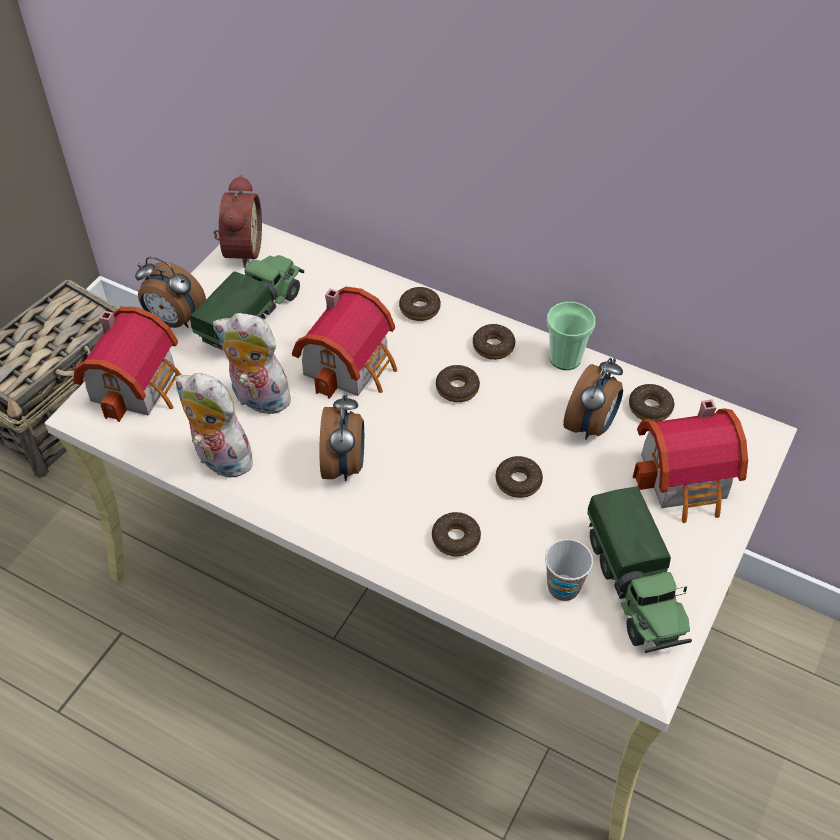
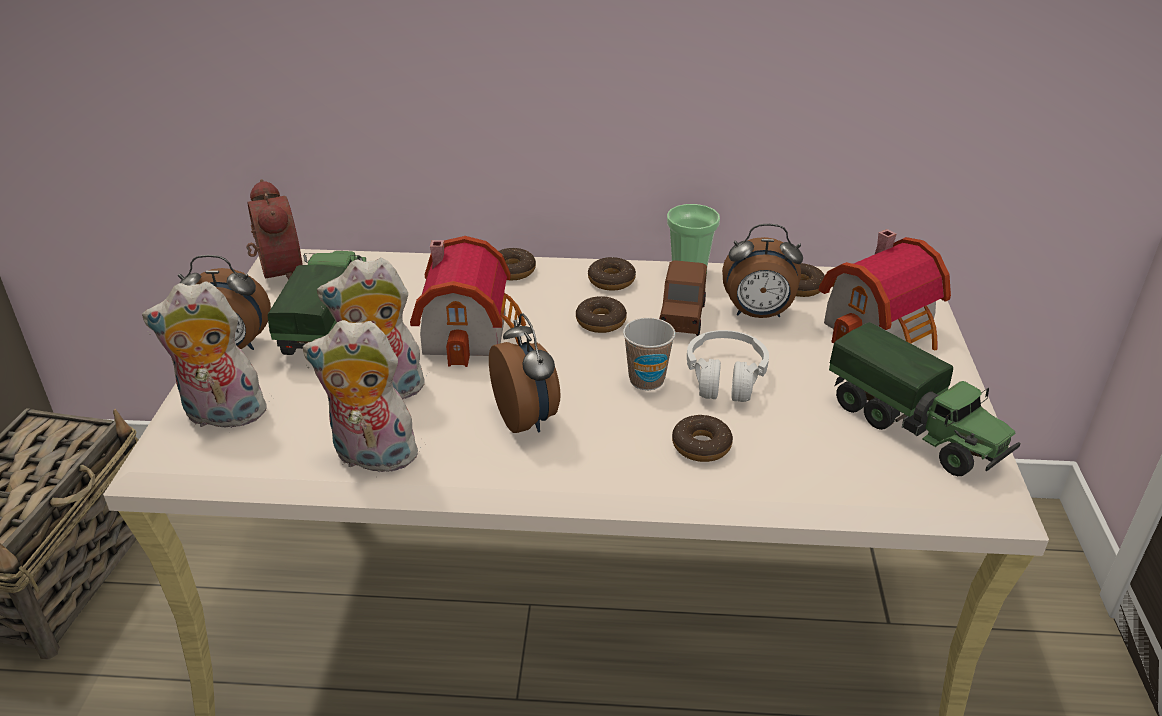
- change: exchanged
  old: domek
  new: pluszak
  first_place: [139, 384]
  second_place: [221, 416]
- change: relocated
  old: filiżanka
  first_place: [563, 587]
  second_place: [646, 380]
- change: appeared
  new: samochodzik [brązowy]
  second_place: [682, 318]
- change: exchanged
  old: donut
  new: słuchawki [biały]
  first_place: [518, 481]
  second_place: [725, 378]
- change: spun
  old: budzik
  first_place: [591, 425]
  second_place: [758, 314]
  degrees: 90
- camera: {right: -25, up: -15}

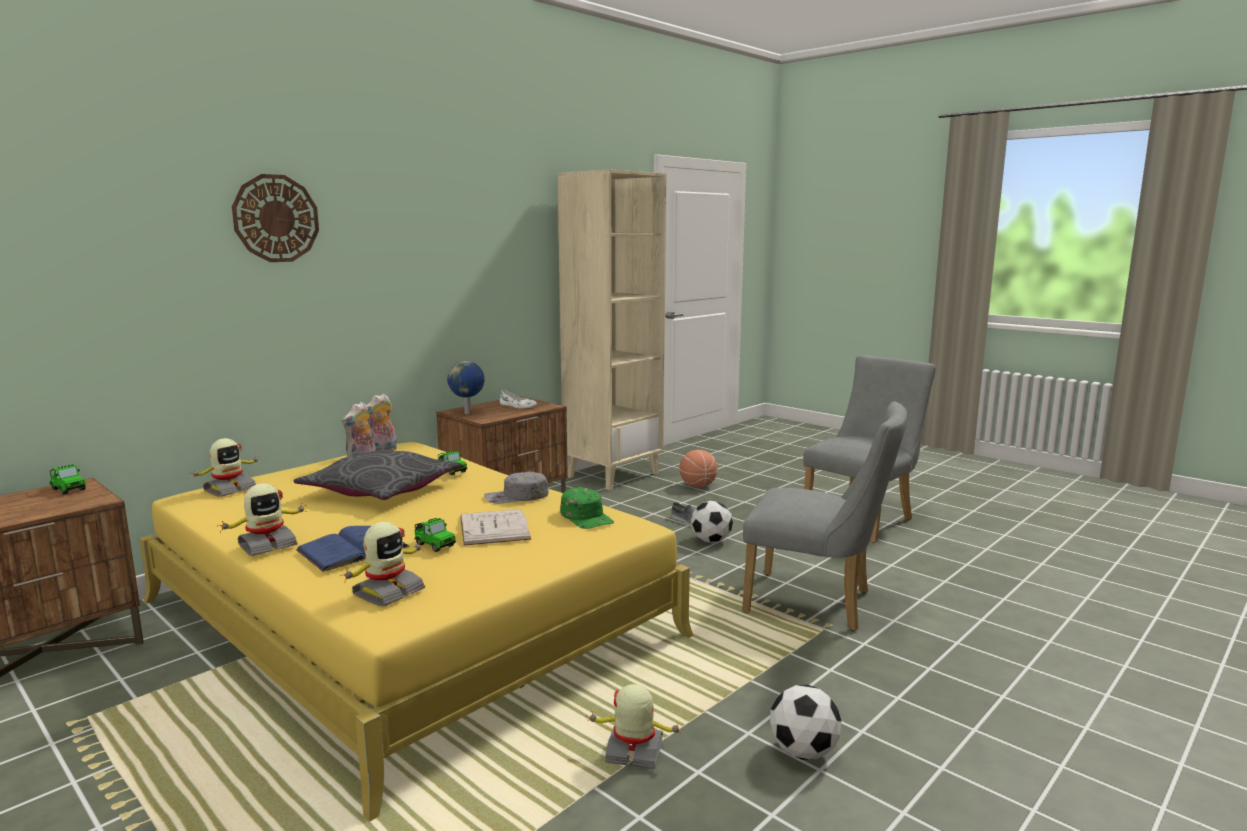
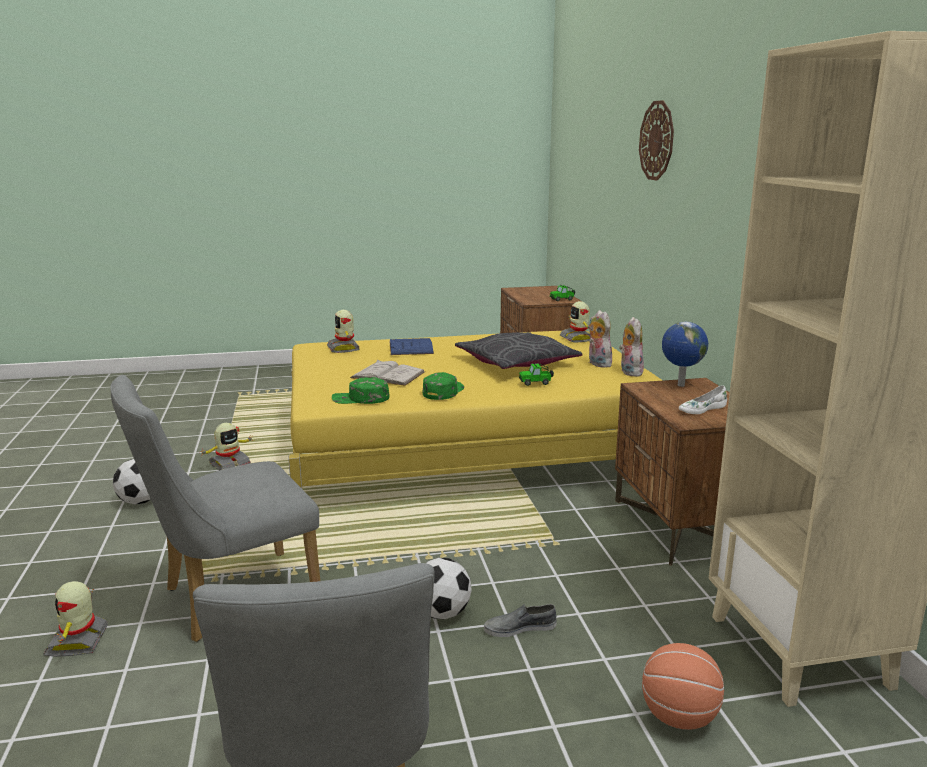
- change: relocated
  old: robot zabawkowy
  first_place: [267, 545]
  second_place: [79, 641]
- change: colour
  old: czapka z daszkiem [szary]
  new: czapka z daszkiem [zielony]
  first_place: [516, 496]
  second_place: [443, 392]
- change: missing
  old: samochodzik
  first_place: [434, 545]
- camera: {right: 125, up: 5}

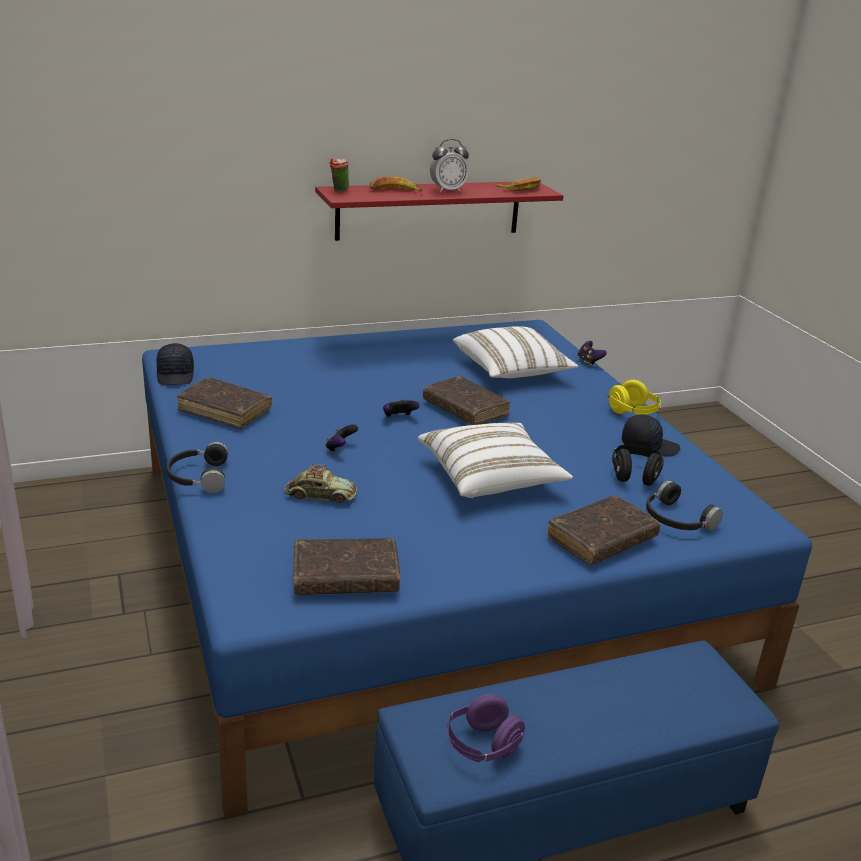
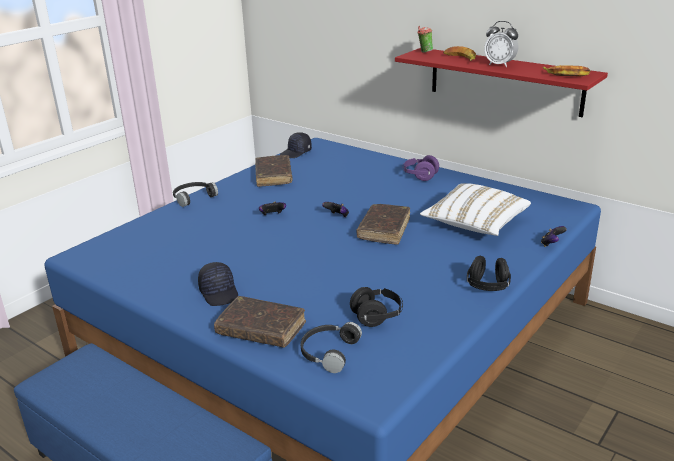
- change: relocated
  old: czapka z daszkiem [czarny]
  first_place: [649, 446]
  second_place: [220, 293]
- change: relocated
  old: słuchawki [fioletowy]
  first_place: [482, 746]
  second_place: [419, 176]
- change: colour
  old: słuchawki [żółty]
  new: słuchawki [czarny]
  first_place: [633, 413]
  second_place: [487, 287]
- change: missing
  old: samochodzik
  first_place: [320, 495]
- change: missing
  old: książka [brązowy]
  first_place: [345, 577]
- change: missing
  old: poduszka [biały]
  first_place: [491, 478]
- camera: {right: 60, up: 0}

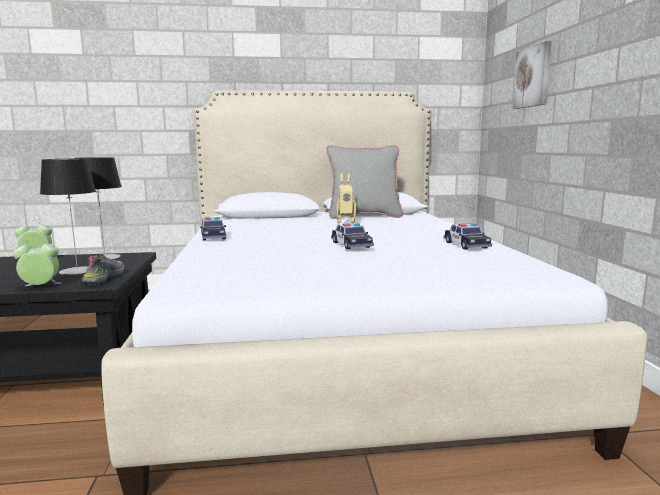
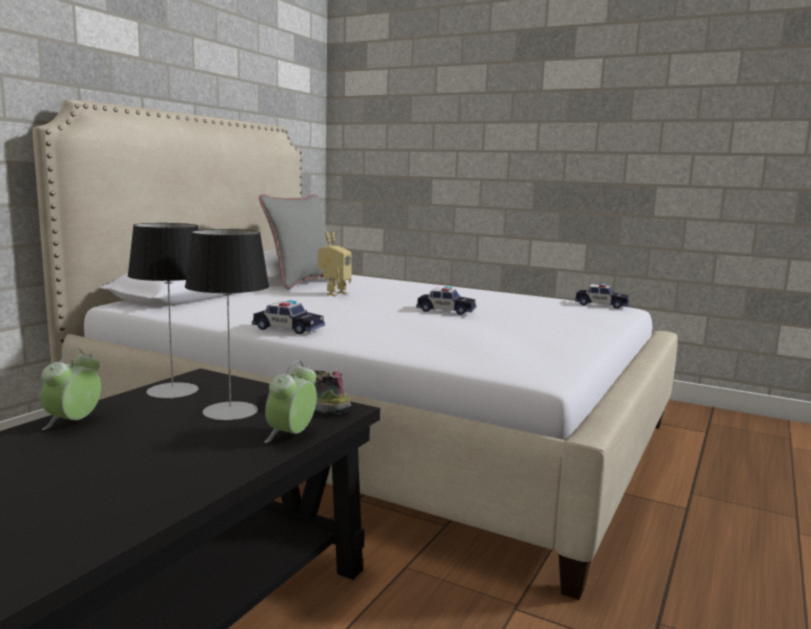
- change: relocated
  old: samochodzik
  first_place: [466, 245]
  second_place: [601, 305]
- change: missing
  old: obraz
  first_place: [533, 77]
- camera: {right: -55, up: 0}

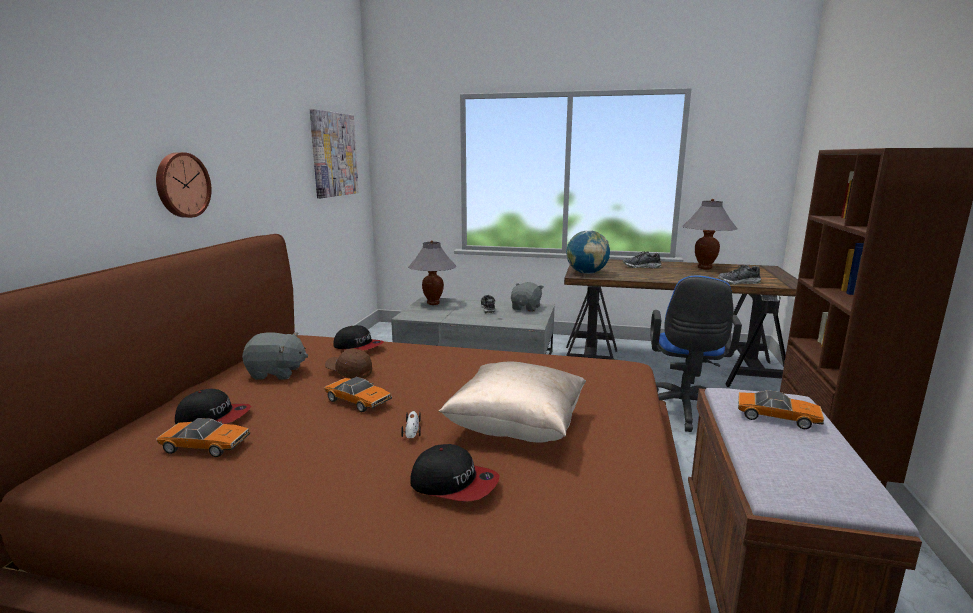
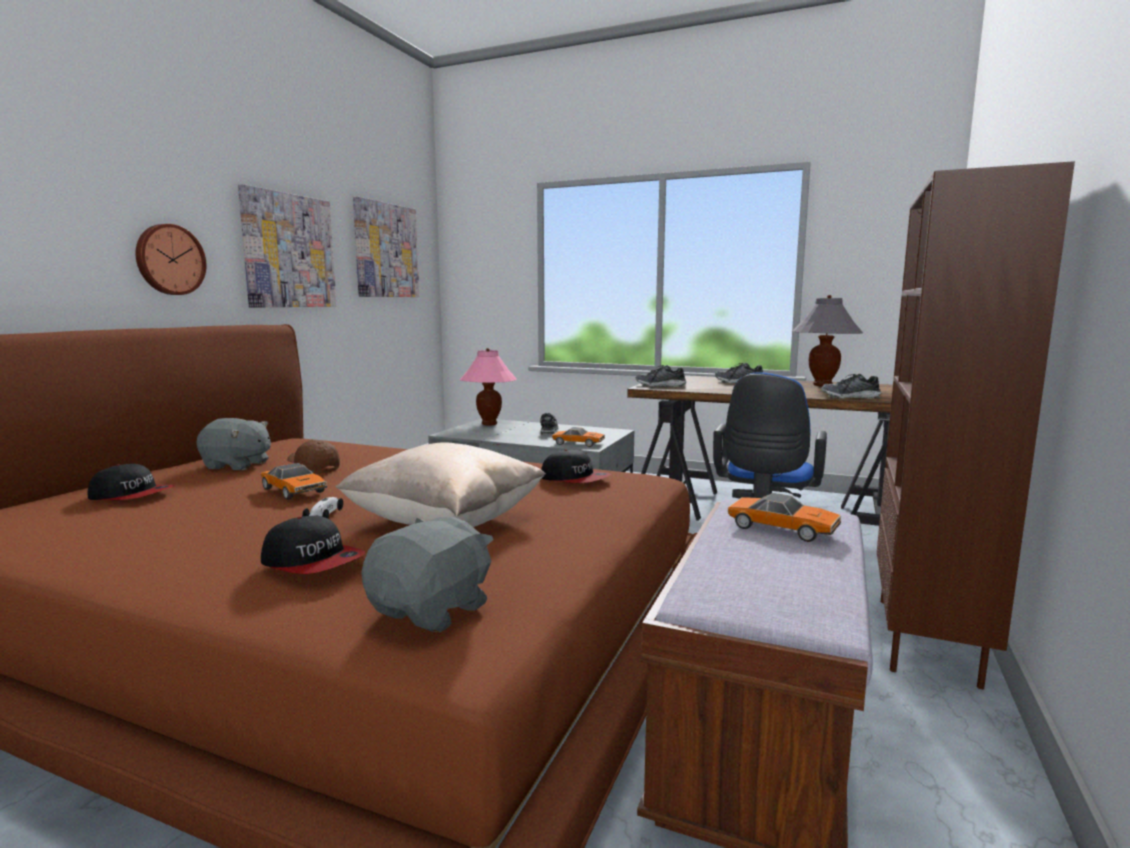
- change: appeared
  new: obraz
  second_place: [289, 251]
- change: relocated
  old: pluszak [szary]
  first_place: [526, 308]
  second_place: [432, 610]
- change: colour
  old: lampa stołowa [szary]
  new: lampa stołowa [różowy]
  first_place: [433, 303]
  second_place: [489, 424]
- change: relocated
  old: czapka z daszkiem
  first_place: [358, 346]
  second_place: [575, 479]
- change: relocated
  old: samochodzik
  first_place: [206, 446]
  second_place: [578, 443]
- change: exchanged
  old: globus
  new: but
  first_place: [586, 273]
  second_place: [660, 386]
- camera: {right: 10, up: -5}

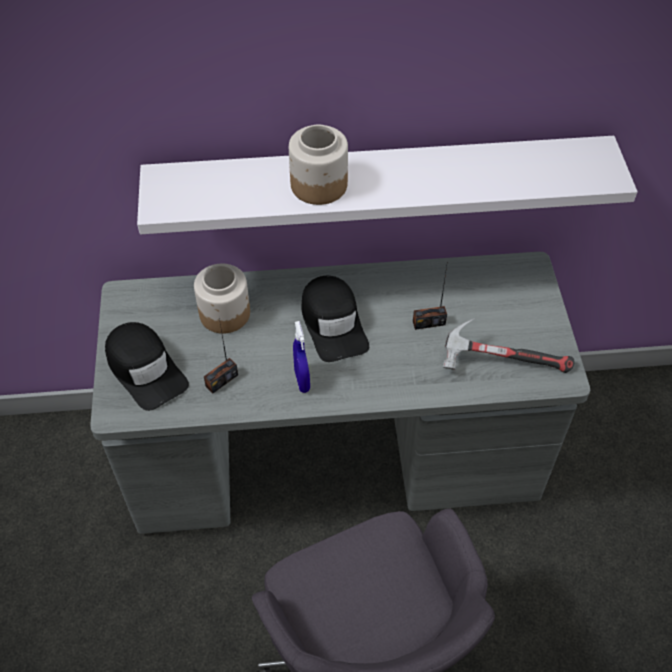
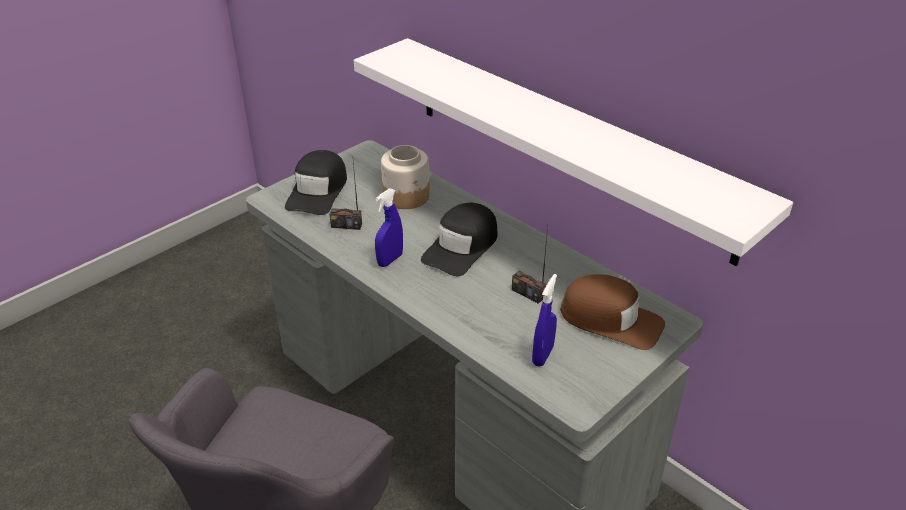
- change: exchanged
  old: młotek
  new: spryskiwacz [niebieski]
  first_place: [501, 362]
  second_place: [542, 355]
- change: appeared
  new: czapka z daszkiem [brązowy]
  second_place: [611, 320]
- change: missing
  old: słoik
  first_place: [318, 185]
- camera: {right: 50, up: -15}

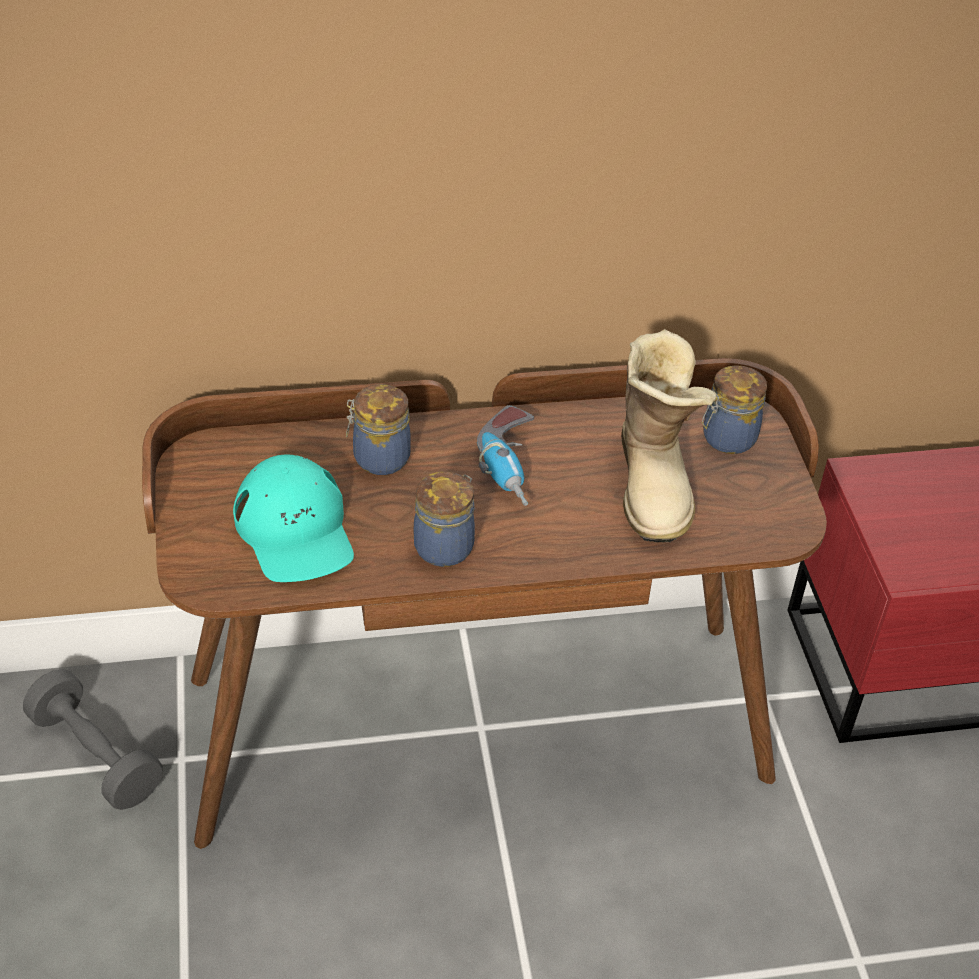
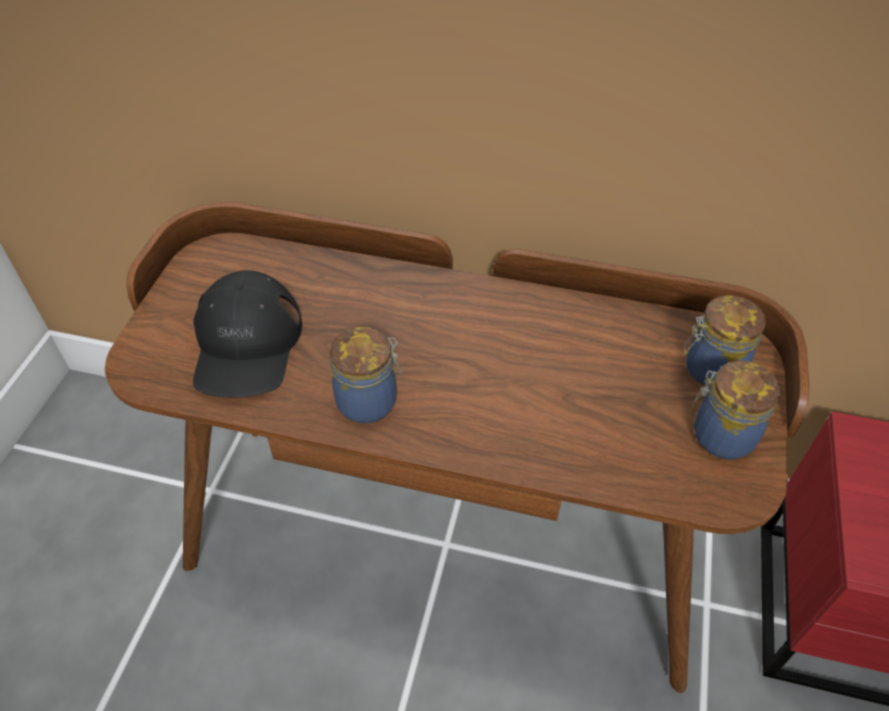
- change: colour
  old: czapka z daszkiem [turkusowy]
  new: czapka z daszkiem [czarny]
  first_place: [295, 530]
  second_place: [247, 344]
- change: relocated
  old: słoik
  first_place: [379, 458]
  second_place: [720, 435]
- change: missing
  old: hantel [szary]
  first_place: [96, 756]
- change: missing
  old: wiertarka
  first_place: [513, 467]
- change: missing
  old: but z cholewką
  first_place: [656, 483]
- camera: {right: 25, up: 5}

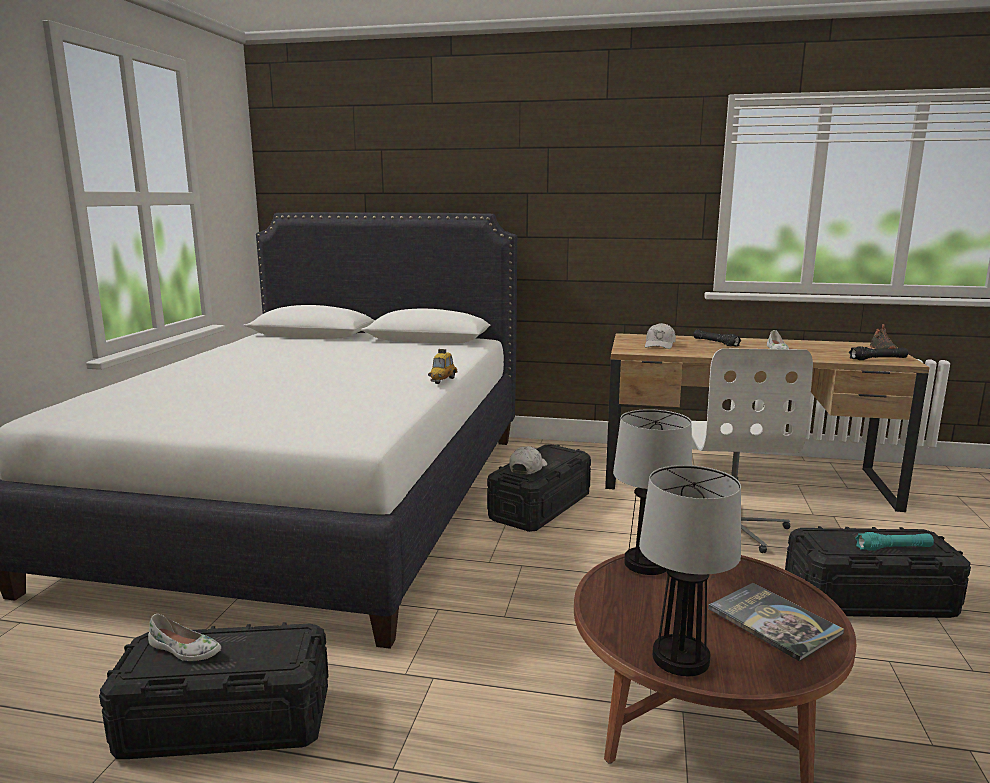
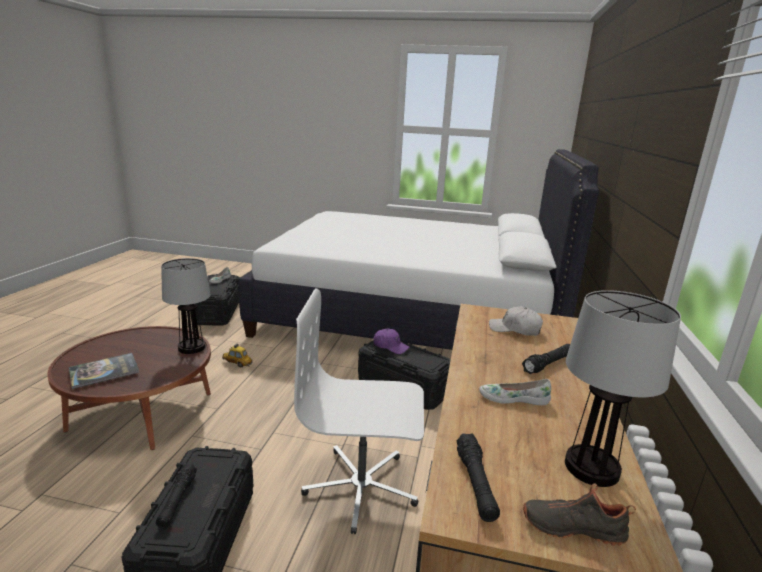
- change: colour
  old: latarka [turkusowy]
  new: latarka [czarny]
  first_place: [893, 548]
  second_place: [177, 501]
- change: relocated
  old: samochodzik
  first_place: [442, 380]
  second_place: [237, 363]
- change: colour
  old: czapka z daszkiem [biały]
  new: czapka z daszkiem [fioletowy]
  first_place: [527, 468]
  second_place: [390, 346]
- change: relocated
  old: lampa stołowa
  first_place: [679, 658]
  second_place: [590, 467]
- camera: {right: 90, up: 5}

